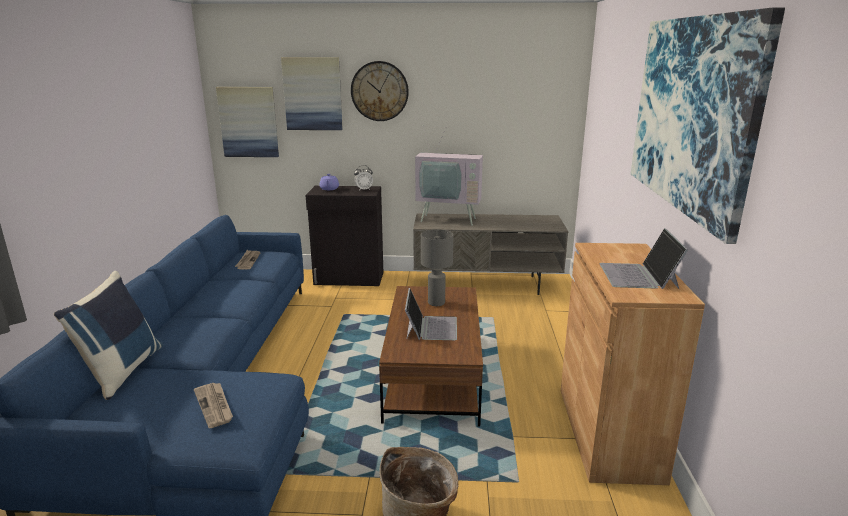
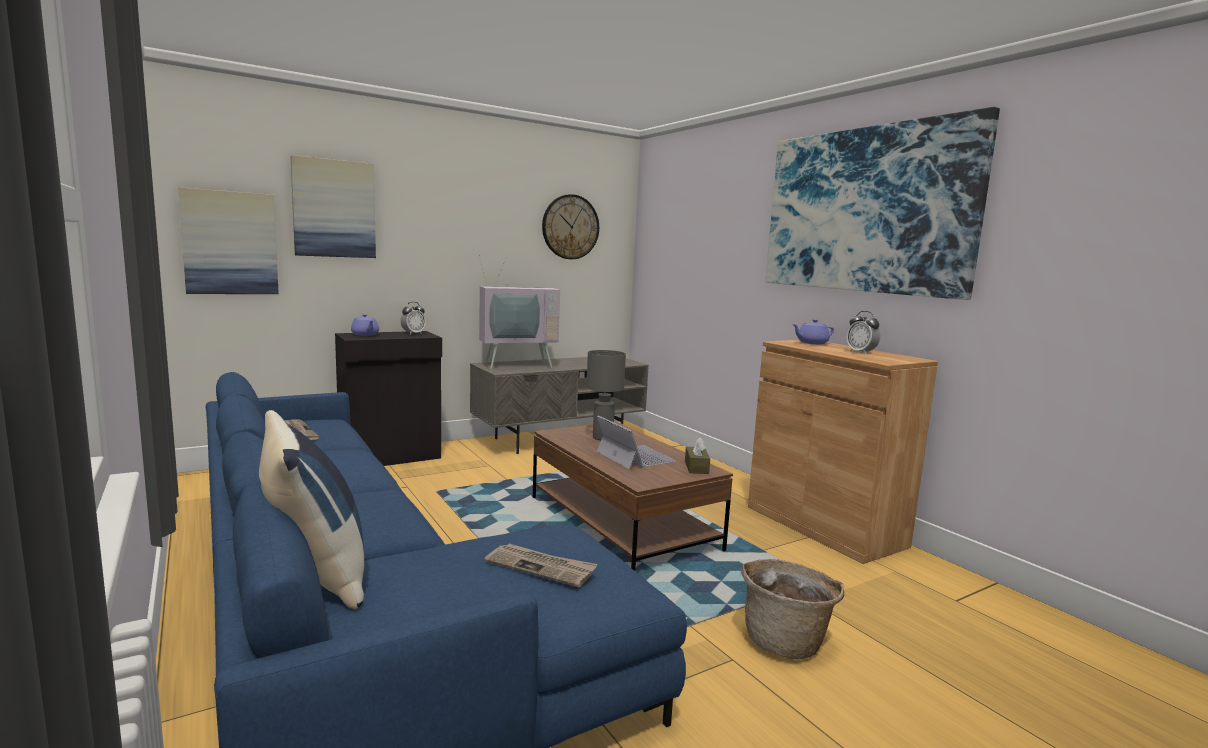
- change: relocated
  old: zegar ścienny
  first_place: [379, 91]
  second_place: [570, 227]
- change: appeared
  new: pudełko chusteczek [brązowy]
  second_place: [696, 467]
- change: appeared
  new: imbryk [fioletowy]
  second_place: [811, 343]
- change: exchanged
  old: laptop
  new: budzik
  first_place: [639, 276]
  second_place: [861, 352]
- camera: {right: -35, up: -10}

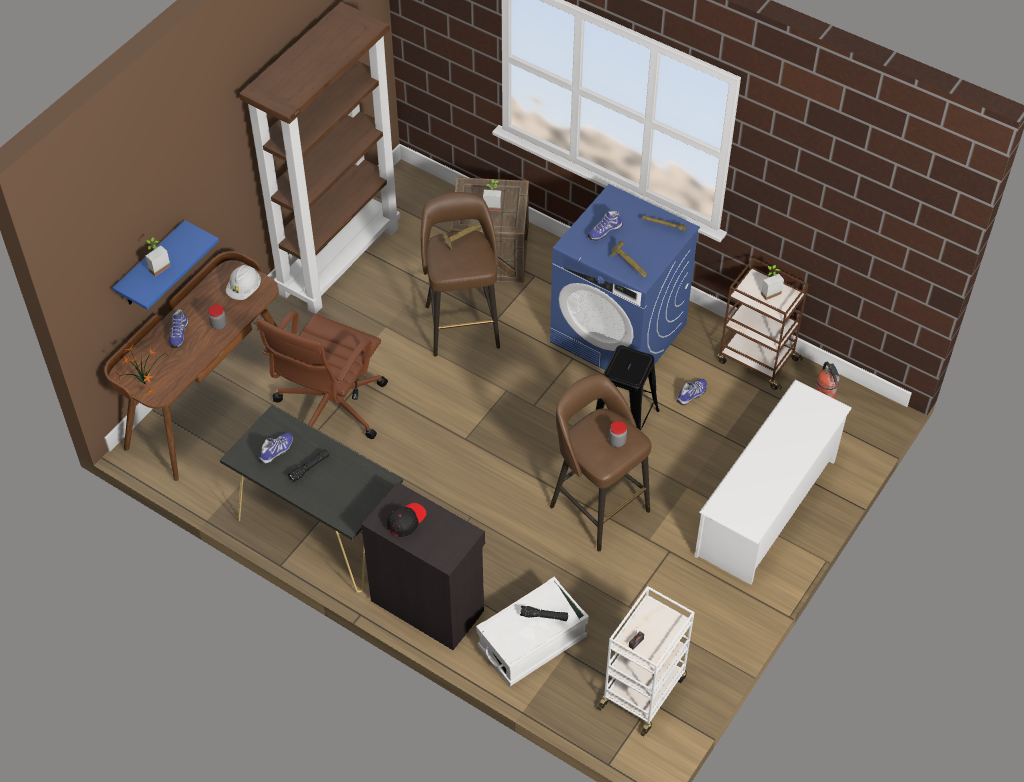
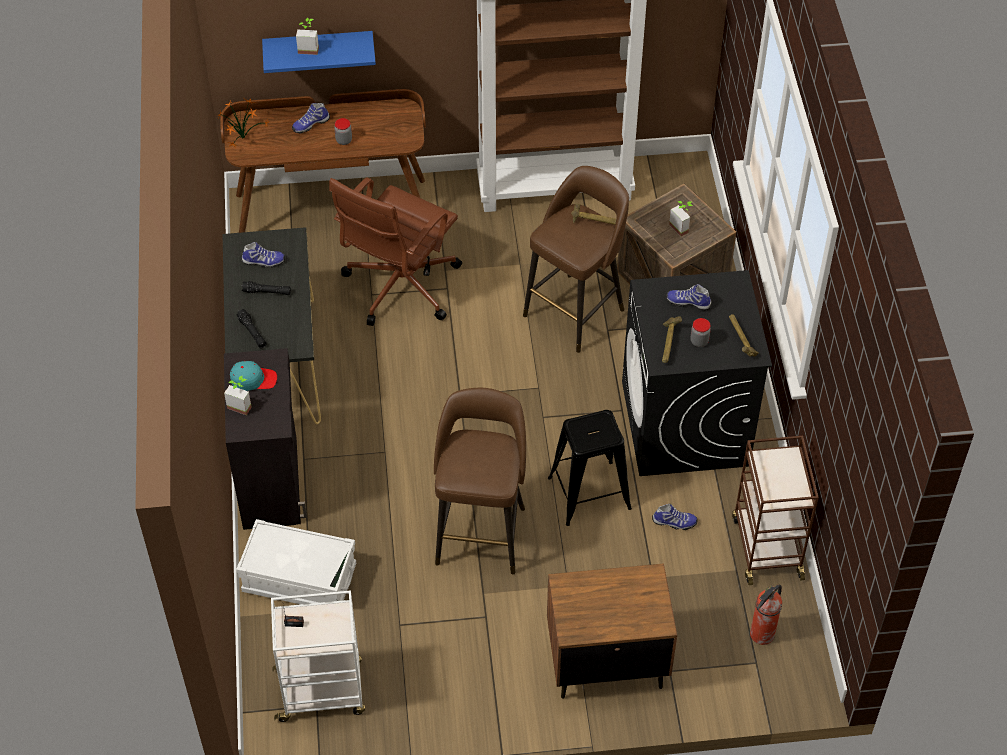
- change: relocated
  old: roślina doniczkowa
  first_place: [769, 291]
  second_place: [241, 404]
- change: colour
  old: czapka z daszkiem [czarny]
  new: czapka z daszkiem [turkusowy]
  first_place: [406, 521]
  second_place: [253, 379]
- change: relocated
  old: latarka [czarny]
  first_place: [544, 616]
  second_place: [252, 332]
- change: spun
  old: krzesło biurowe [brązowy]
  first_place: [329, 409]
  second_place: [399, 287]
  degrees: -45
- change: exchanged
  old: regał na buty [biały]
  new: szafka nocna [brązowy]
  first_place: [766, 507]
  second_place: [605, 661]
- change: colour
  old: pralka [niebieski]
  new: pralka [czarny]
  first_place: [619, 333]
  second_place: [685, 424]
- change: relocated
  old: słoik
  first_place: [617, 441]
  second_place: [699, 341]
- change: missing
  old: kask [biały]
  first_place: [244, 289]
- camera: {right: 50, up: 0}

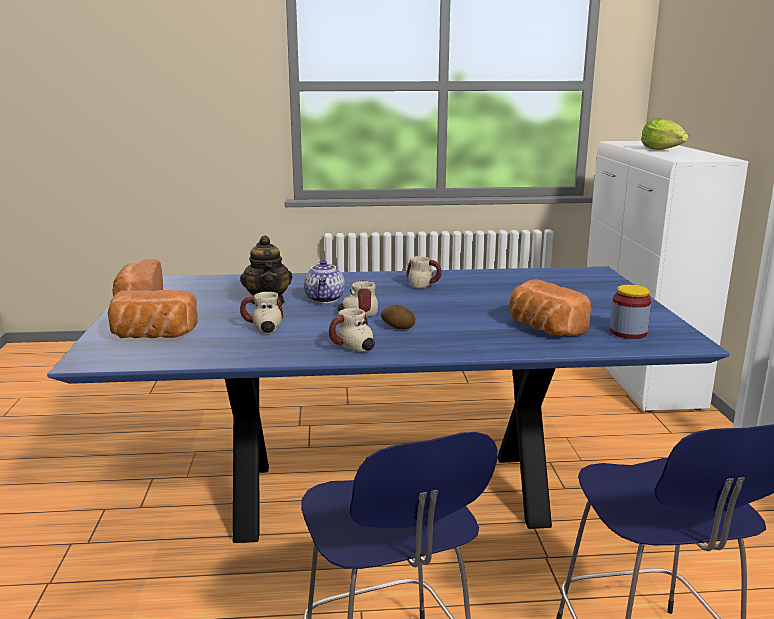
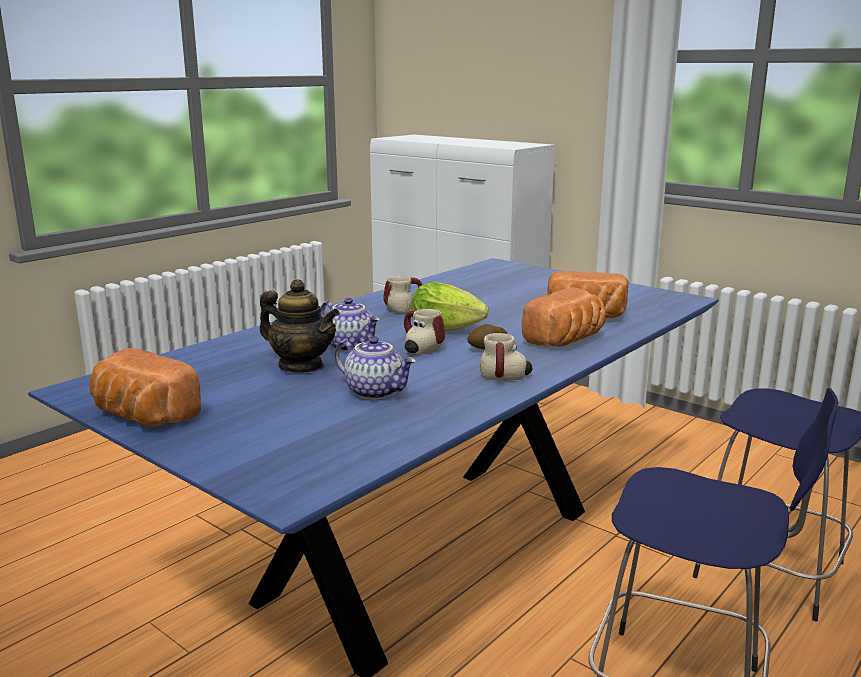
- change: exchanged
  old: kubek
  new: imbryk
  first_place: [262, 329]
  second_place: [376, 392]
- change: relocated
  old: sałata
  first_place: [661, 150]
  second_place: [445, 329]
- change: relocated
  old: chleb
  first_place: [152, 337]
  second_place: [567, 340]
- change: missing
  old: słoik
  first_place: [628, 332]
- camera: {right: -45, up: 0}

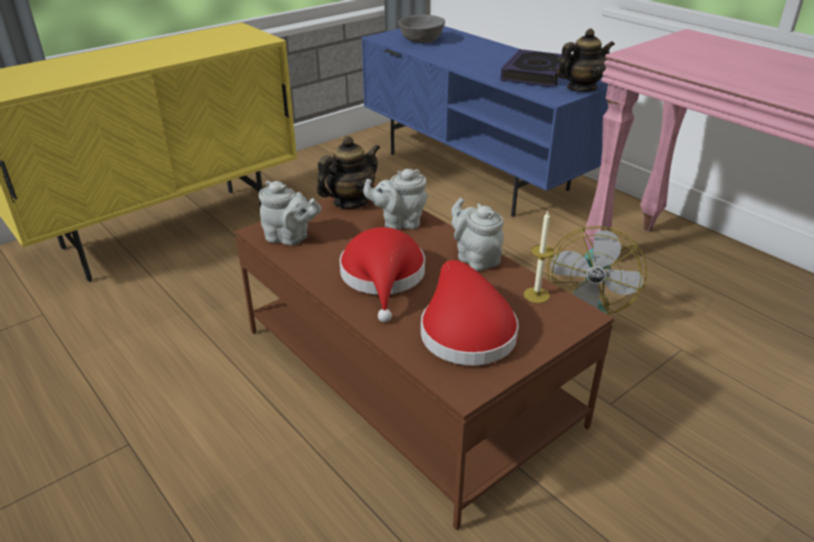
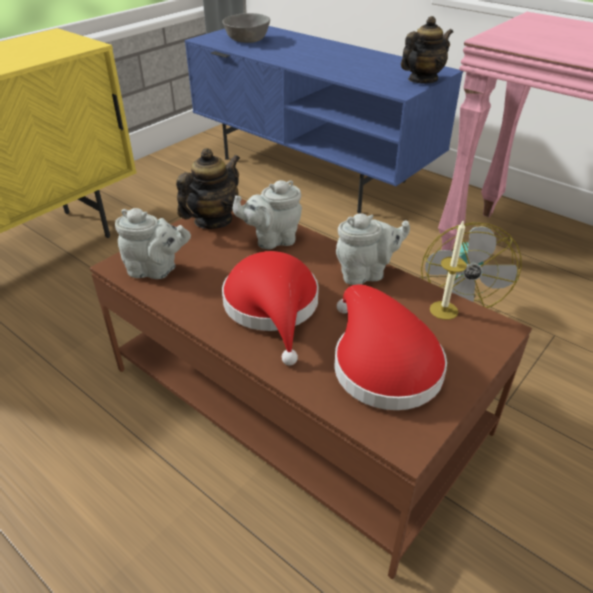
- change: spun
  old: imbryk [szary]
  first_place: [475, 258]
  second_place: [366, 273]
  degrees: 120
- change: missing
  old: książka
  first_place: [535, 74]
- camera: {right: -10, up: 5}

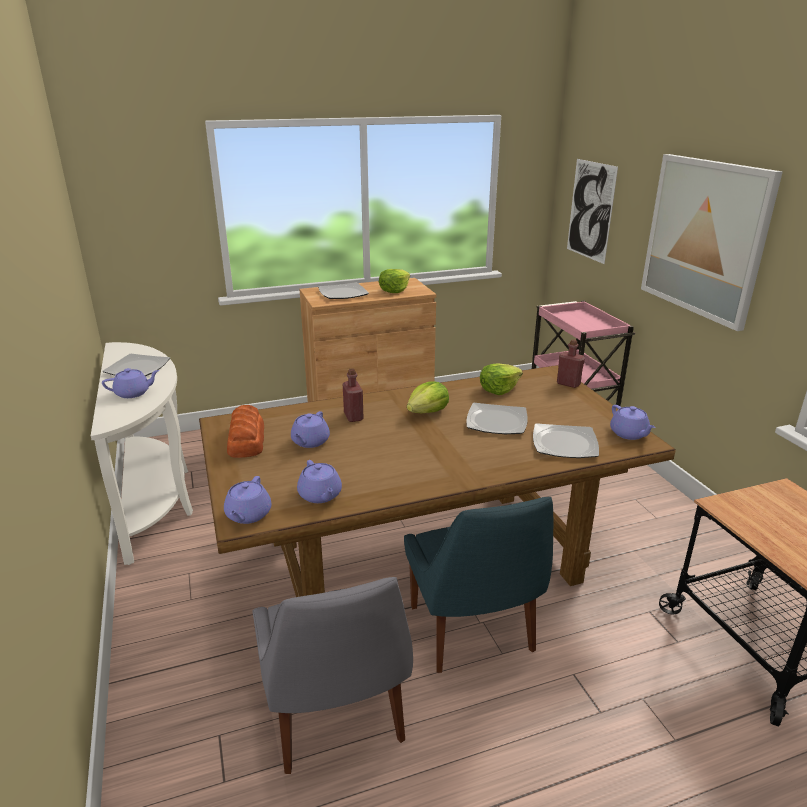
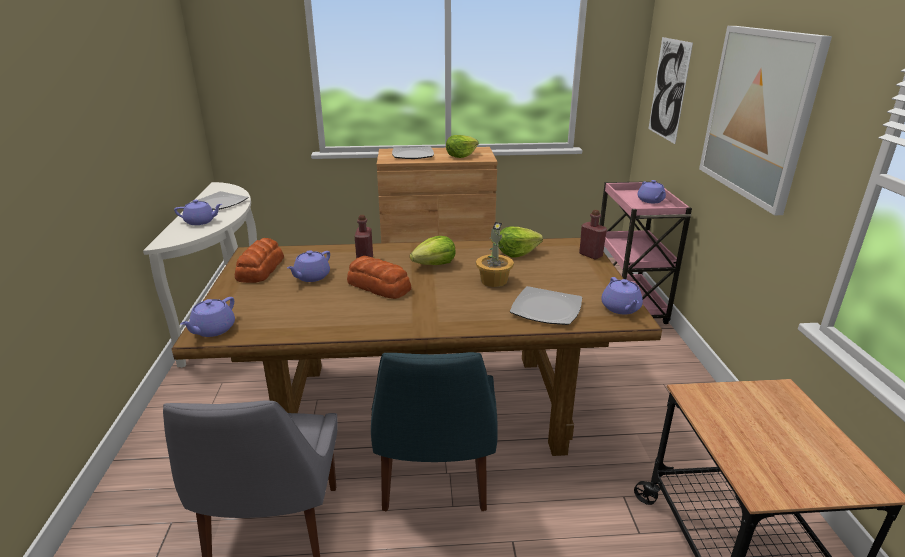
- change: appeared
  new: chleb
  second_place: [379, 286]
- change: exchanged
  old: talerz
  new: roślina doniczkowa
  first_place: [497, 421]
  second_place: [494, 280]
- change: relocated
  old: imbryk [fioletowy]
  first_place: [320, 495]
  second_place: [650, 201]
- camera: {right: 15, up: 0}

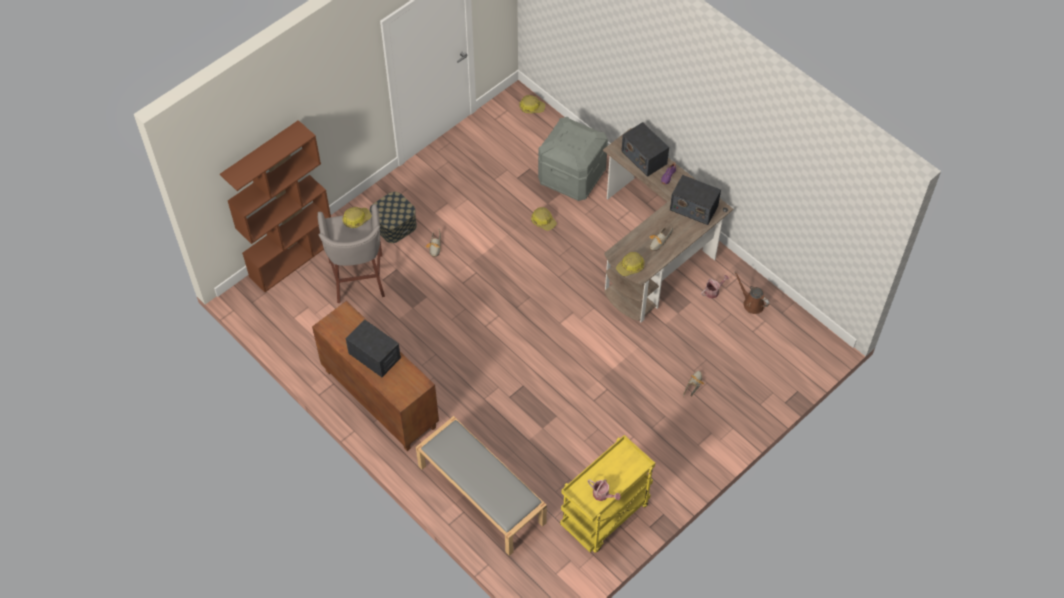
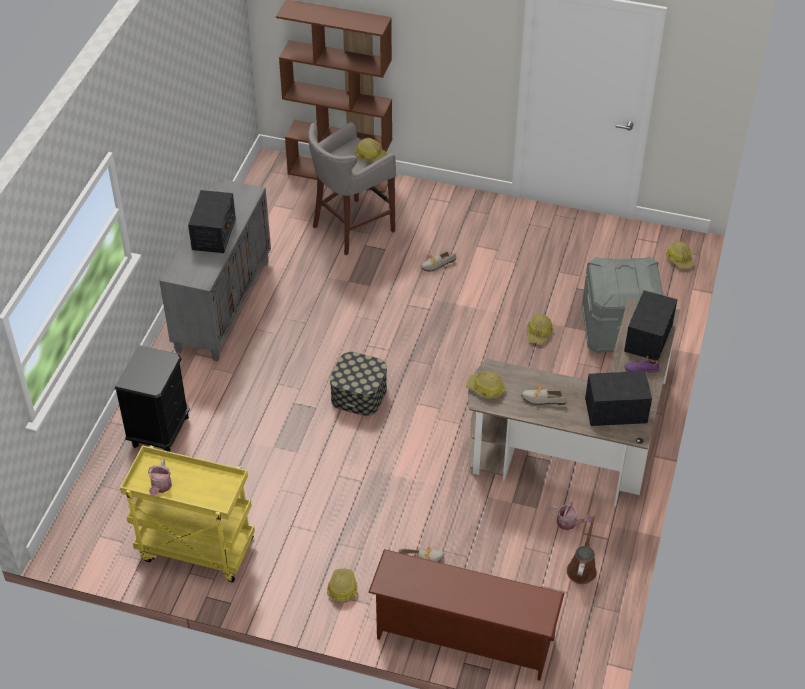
- change: exchanged
  old: ławka [szary]
  new: szafka nocna [czarny]
  first_place: [480, 494]
  second_place: [160, 431]
- change: colour
  old: szafka [brązowy]
  new: szafka [szary]
  first_place: [379, 399]
  second_place: [222, 305]
- change: appeared
  new: kask
  second_place: [342, 588]
- change: relocated
  old: pojemnik do przechowywania
  first_place: [394, 225]
  second_place: [359, 394]
- change: appeared
  new: regał na buty [brązowy]
  second_place: [463, 639]
- change: spun
  old: radio
  first_place: [693, 207]
  second_place: [616, 410]
  degrees: 90
- camera: {right: 60, up: -10}

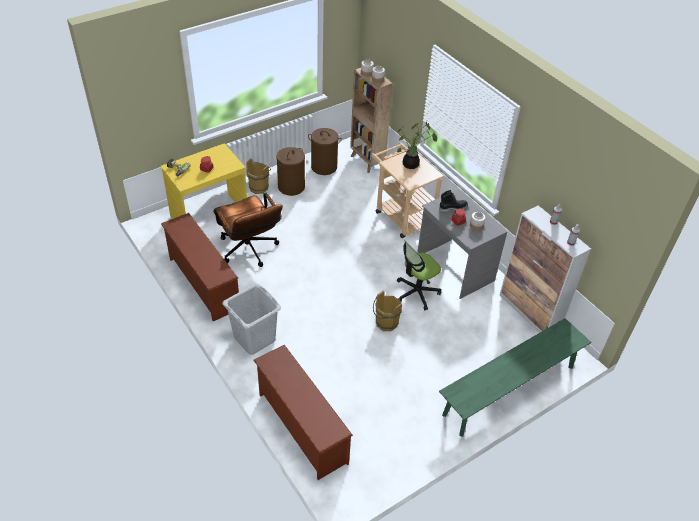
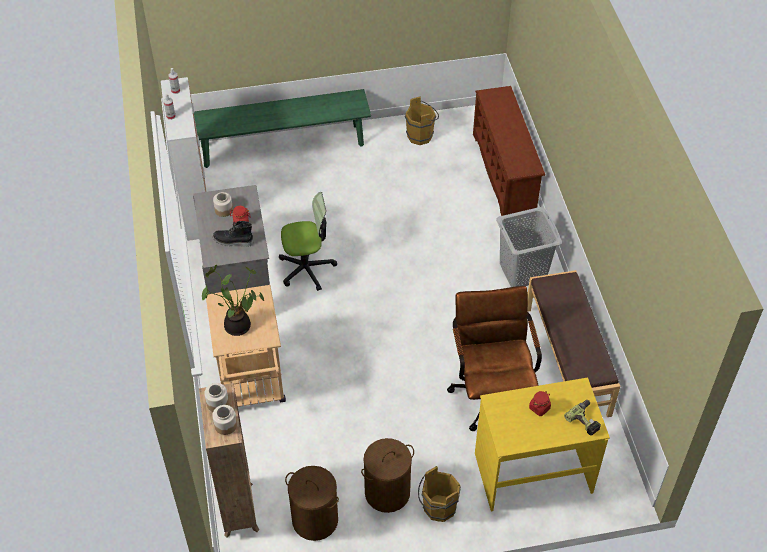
- change: relocated
  old: wiadro [brązowy]
  first_place: [385, 324]
  second_place: [422, 136]
- change: exchanged
  old: regał na buty [brązowy]
  new: ławka [brązowy]
  first_place: [202, 284]
  second_place: [567, 361]
- camera: {right: -155, up: 5}

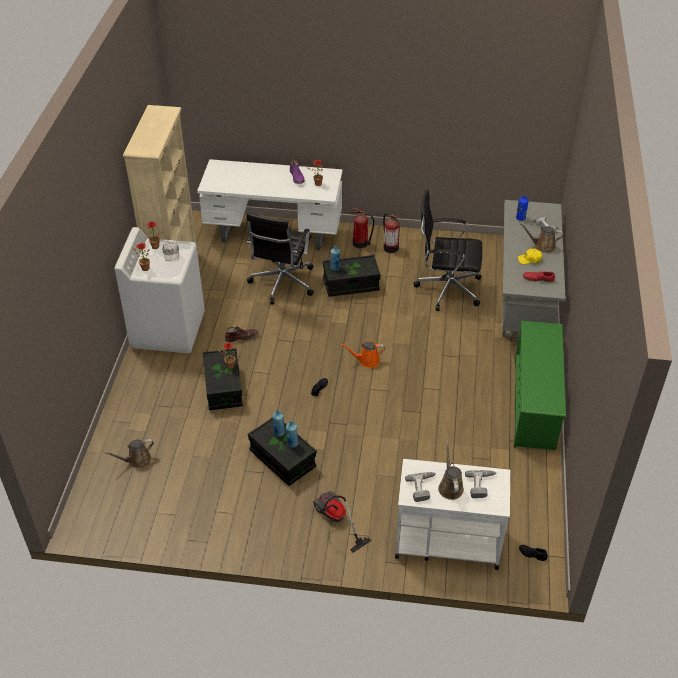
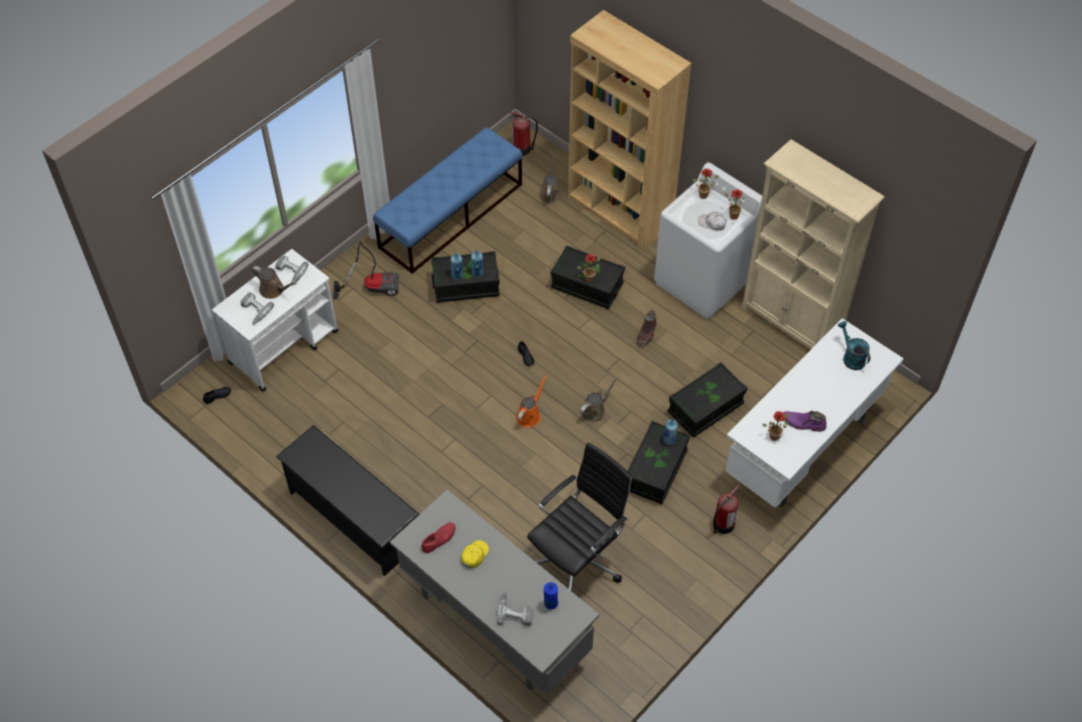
- change: colour
  old: regał na buty [zielony]
  new: regał na buty [czarny]
  first_place: [534, 404]
  second_place: [353, 518]
- change: appeared
  new: ławka [niebieski]
  second_place: [451, 215]
- change: relocated
  old: gaśnica
  first_place: [390, 247]
  second_place: [523, 149]
- change: appeared
  new: regał [brązowy]
  second_place: [619, 211]
- change: relocated
  old: konewka [brązowy]
  first_place: [542, 246]
  second_place: [595, 411]
- change: exchanged
  old: krzesło biurowe [czarny]
  new: pojemnik do przechowywania [czarny]
  first_place: [282, 283]
  second_place: [705, 408]
- change: appeared
  new: konewka [turkusowy]
  second_place: [851, 357]
- camera: {right: 125, up: 10}

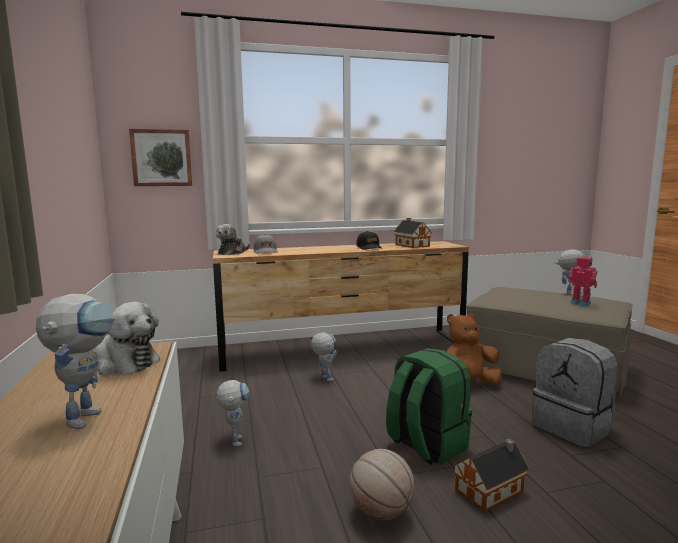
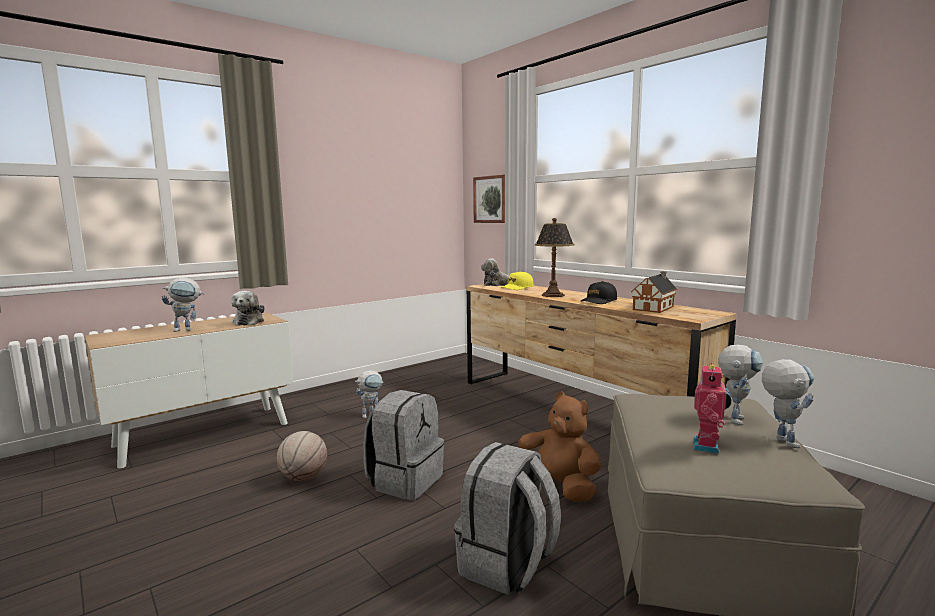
- change: colour
  old: plecak [zielony]
  new: plecak [szary]
  first_place: [426, 445]
  second_place: [405, 480]
- change: colour
  old: czapka z daszkiem [szary]
  new: czapka z daszkiem [żółty]
  first_place: [265, 251]
  second_place: [517, 288]
- change: appeared
  new: lampa stołowa
  second_place: [553, 295]
- change: relocated
  old: robot zabawkowy
  first_place: [324, 377]
  second_place: [735, 418]
- change: missing
  old: domek
  first_place: [491, 490]
- camera: {right: 65, up: 0}

